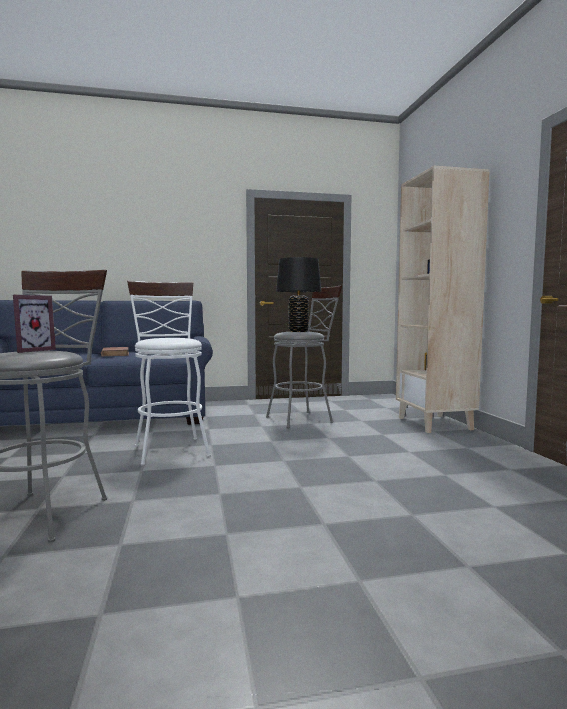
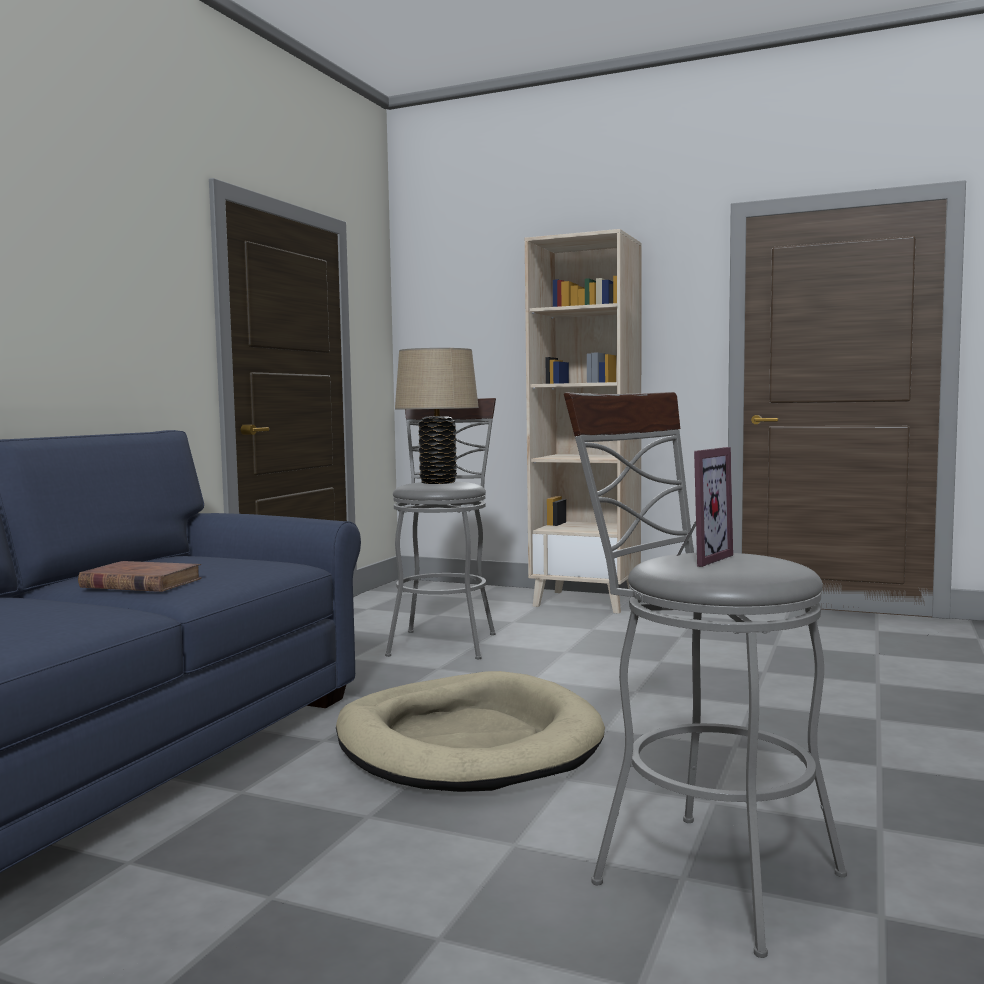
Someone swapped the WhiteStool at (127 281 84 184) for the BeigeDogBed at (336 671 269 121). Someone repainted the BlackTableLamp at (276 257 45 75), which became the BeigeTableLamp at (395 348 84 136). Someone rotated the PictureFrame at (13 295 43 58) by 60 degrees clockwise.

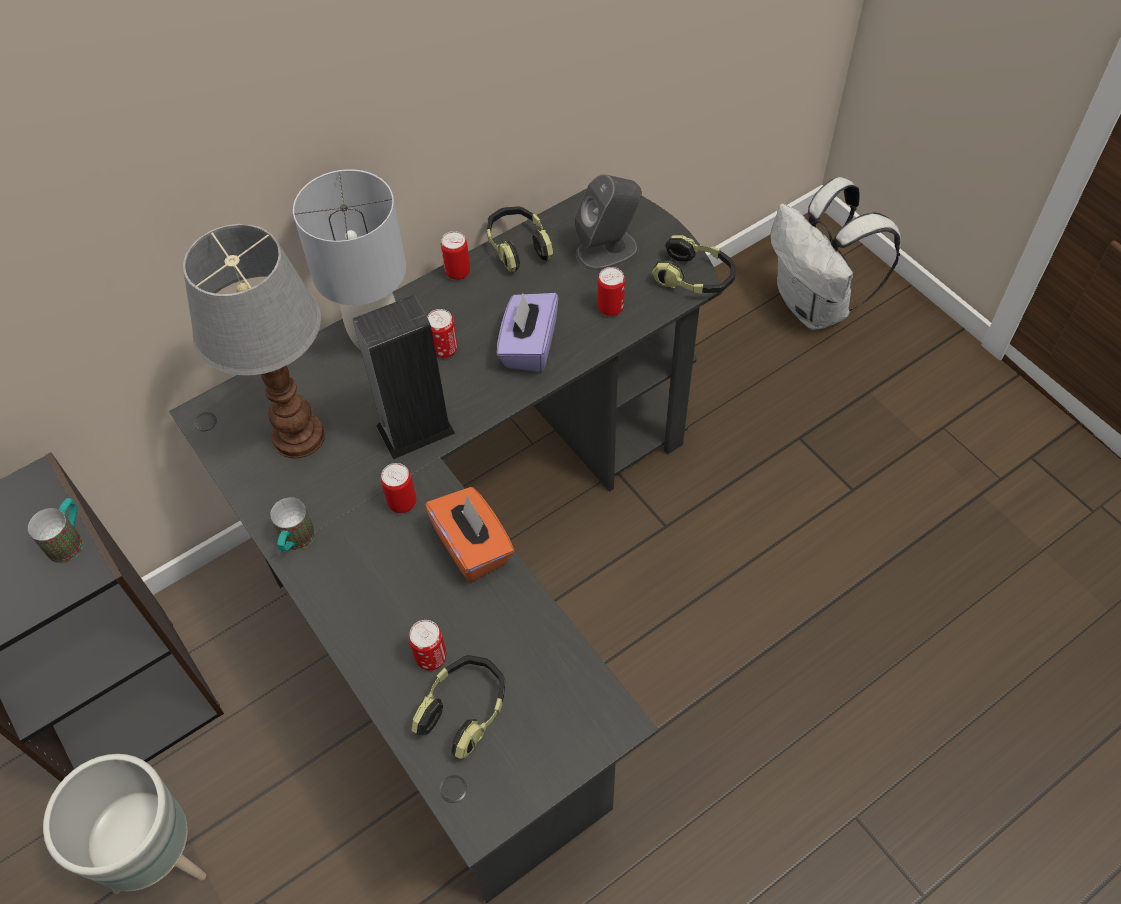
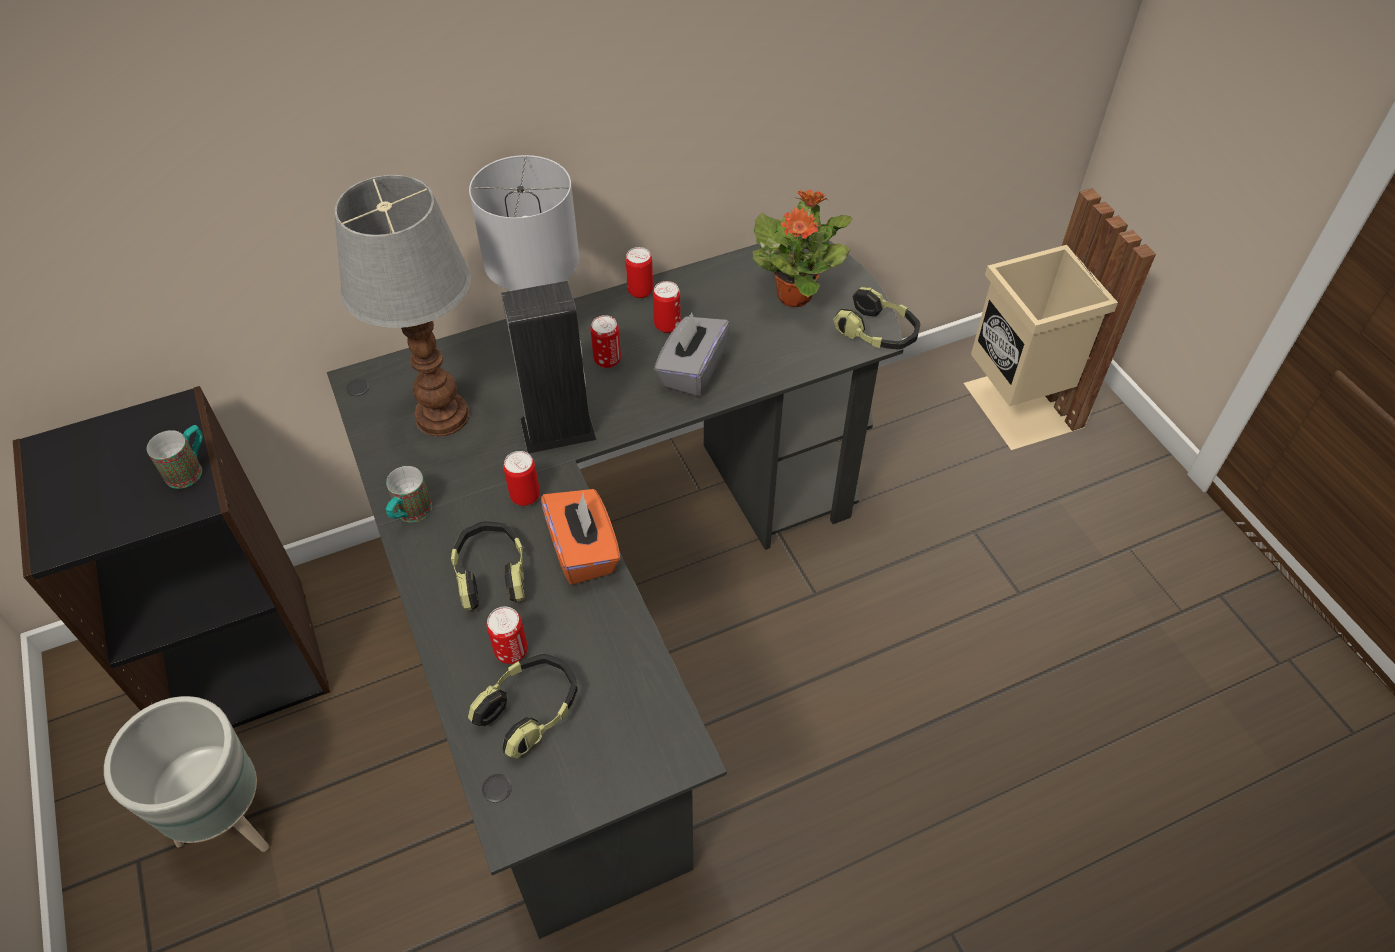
Someone carried the Headphones from (487 206 66 66) to (451 521 74 90). Someone carried the Can from (598 267 27 49) to (653 281 28 52). Someone swapped the GreySpeaker at (574 174 68 97) for the PottedPlant at (752 189 101 118). Someone swapped the WhiteBackpack at (770 177 131 153) for the BeigeTrashCan at (963 188 193 262). Someone repainted the PurpleTissueBox at (497 293 62 79), which became the GreyTissueBox at (654 313 76 84).

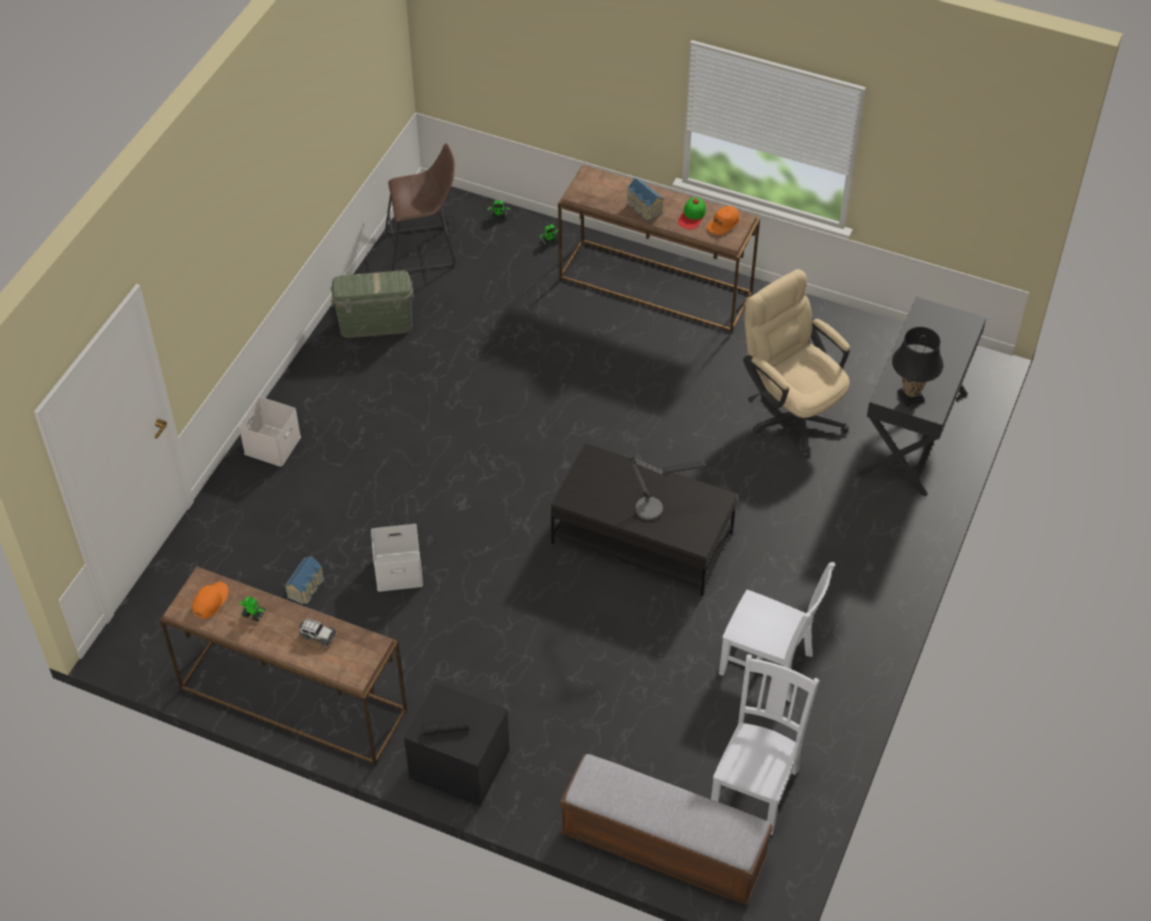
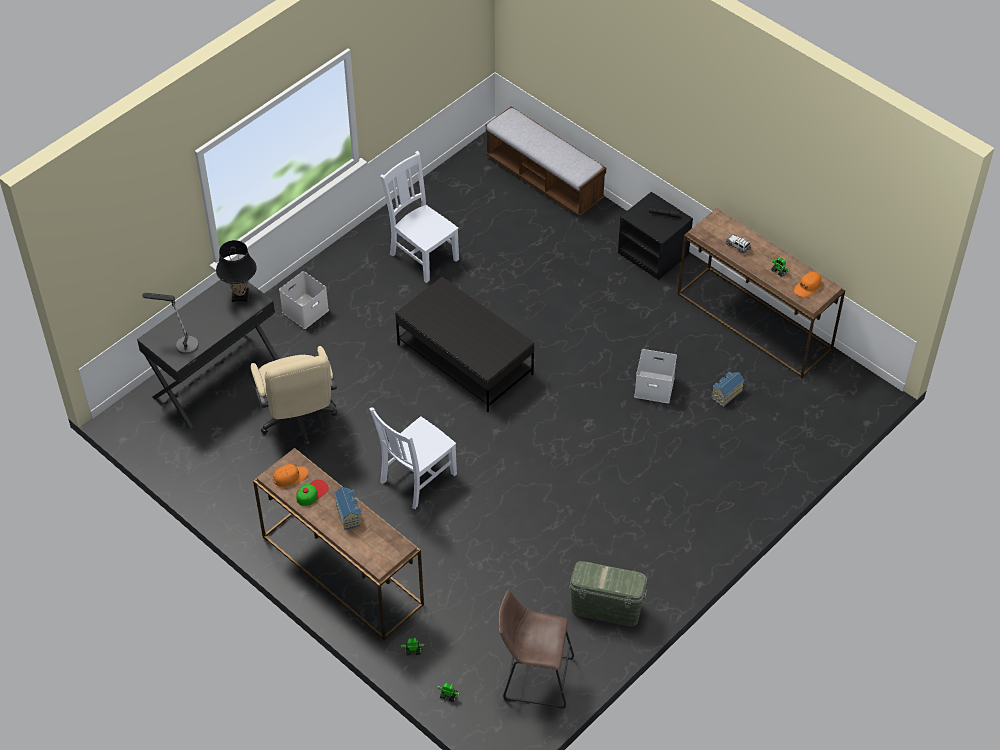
Someone carried the WhiteStorageBox from (239 397 62 70) to (279 271 50 58). Someone carried the TableLamp from (629 456 76 64) to (142 293 57 61). Someone carried the WhiteChair from (711 654 109 181) to (369 407 88 102).

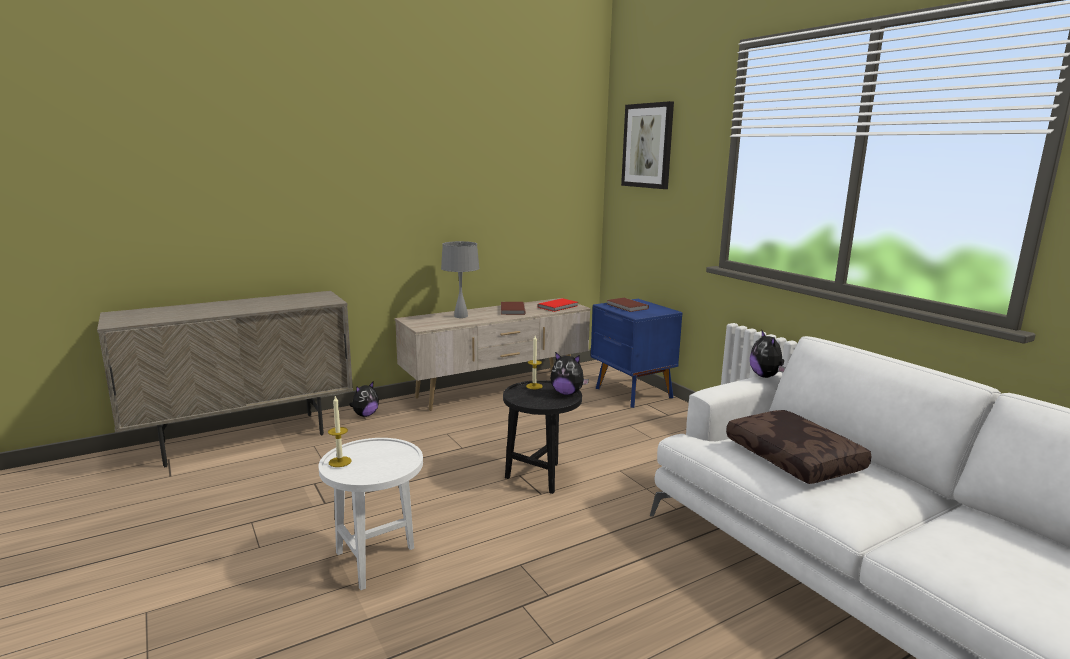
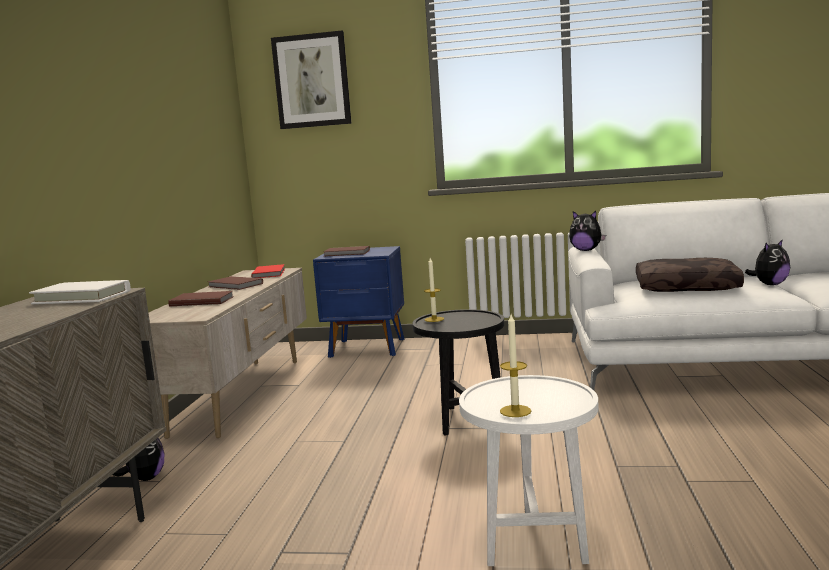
Someone put down the WhiteBook at (29 280 102 24). Someone carried the PlushToy from (550 352 39 43) to (745 239 45 46). Someone swapped the GreyTableLamp at (441 241 38 77) for the BrownBook at (168 291 65 15).

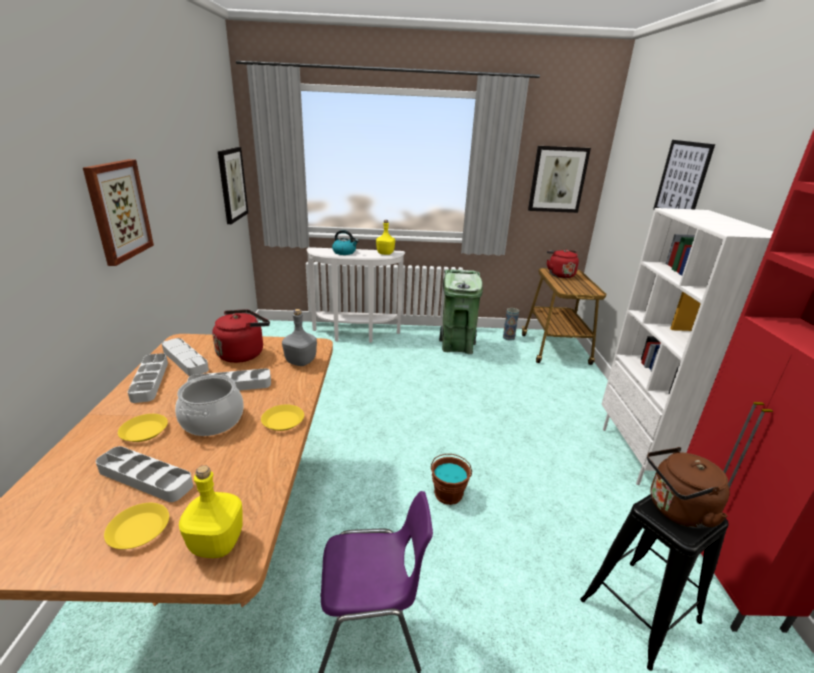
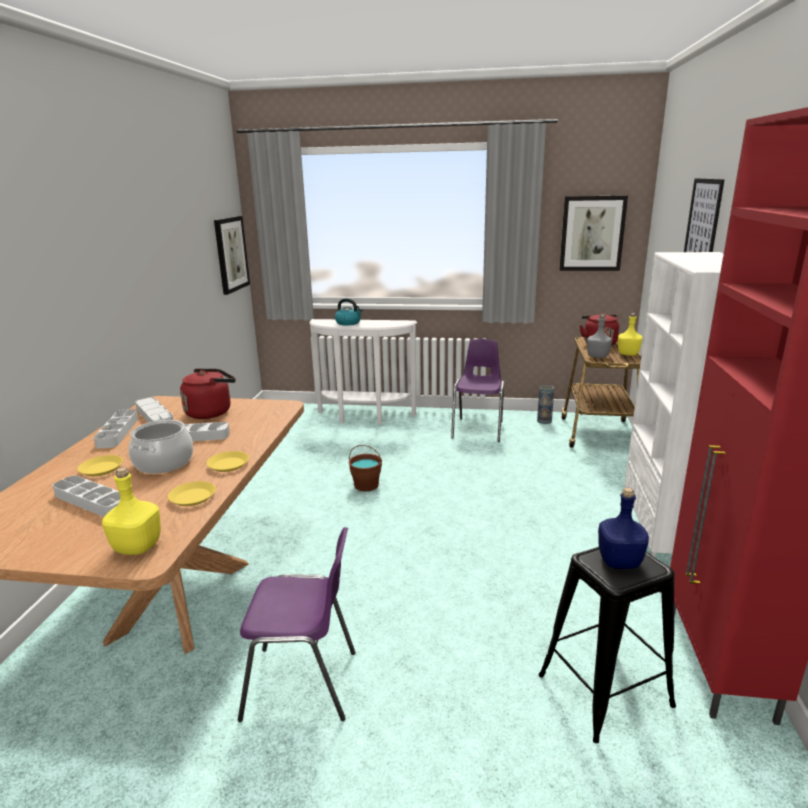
Someone took away the Picture at (83 159 71 107). Someone carried the YellowPlate from (104 503 65 46) to (168 481 48 25). Someone carried the GreyBottle from (282 309 35 57) to (587 315 25 43). Someone carried the YellowBottle from (376 220 19 35) to (618 313 24 43). Someone carried the BrownBucket from (431 454 41 51) to (349 445 33 47). Someone swapped the GreenTrashCan at (439 270 44 84) for the PurpleChair at (451 339 53 103). Someone swapped the BrownKettle at (647 447 83 81) for the BlueBottle at (598 488 51 81).

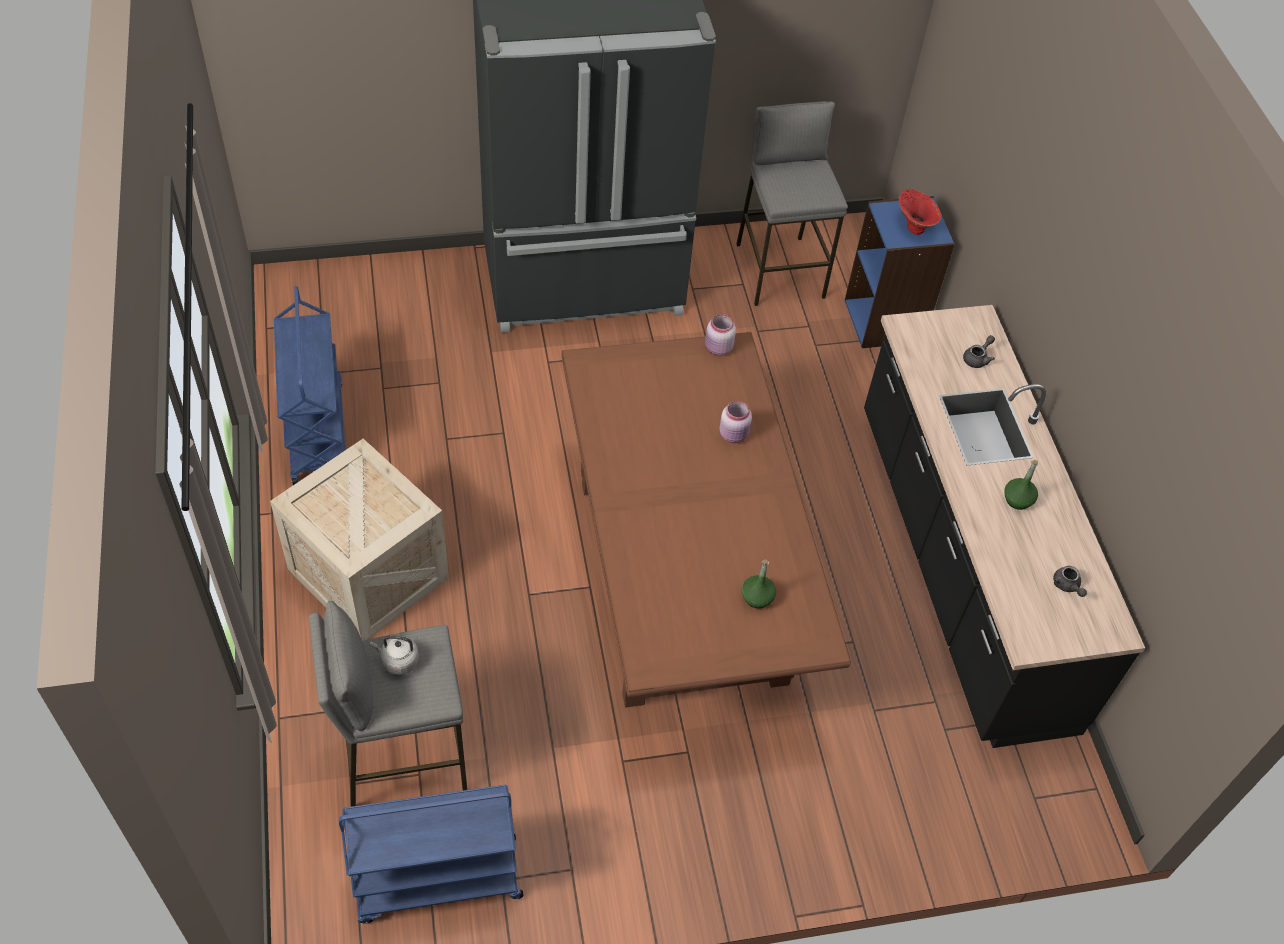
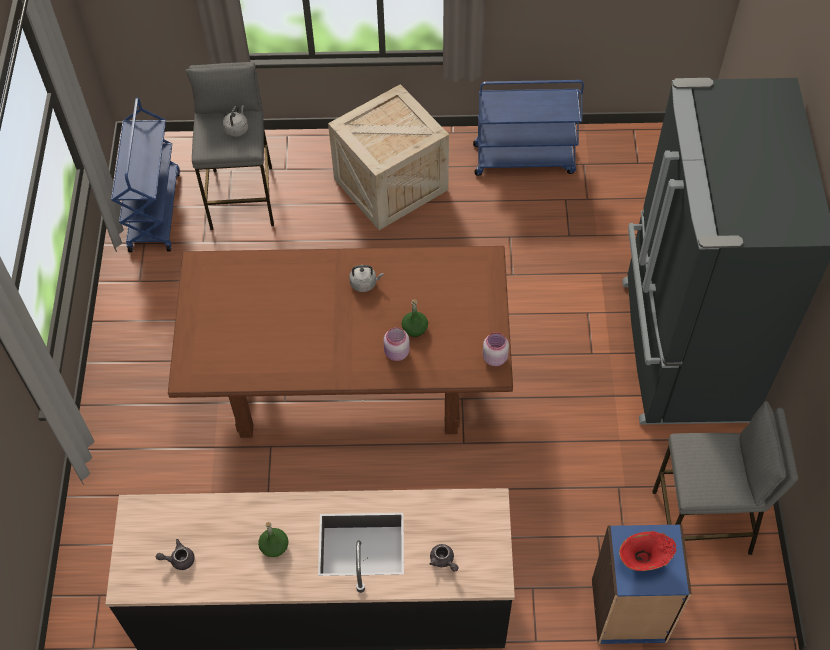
Someone put down the GreyKettle at (349 265 35 27). Someone carried the GreenBottle from (742 559 34 50) to (402 299 26 38).

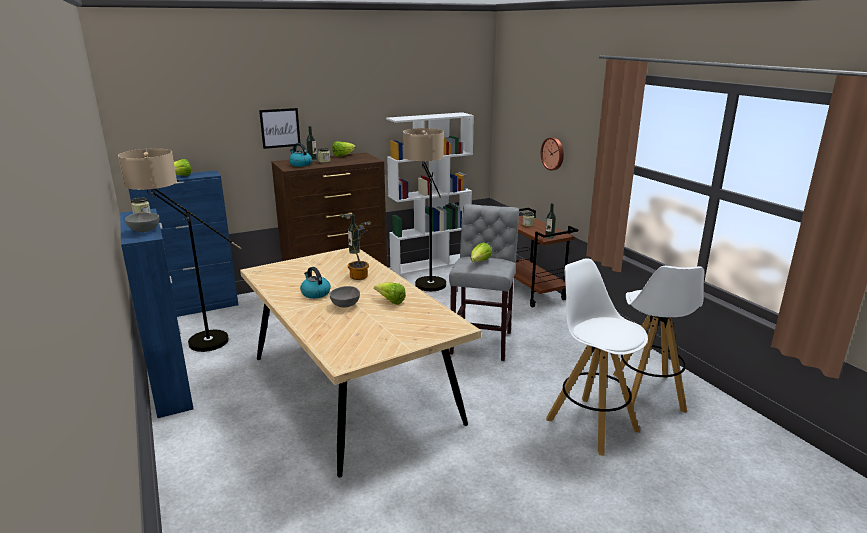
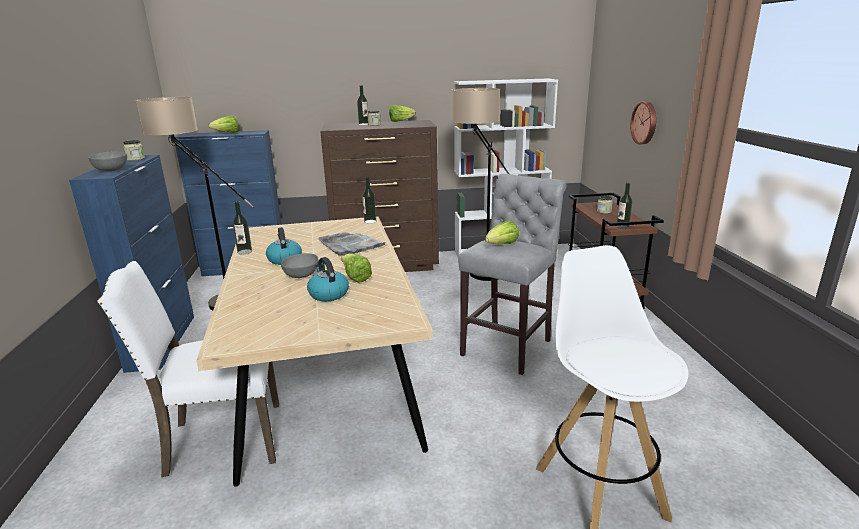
Someone took away the Picture at (259 108 41 41). Someone took away the WhiteStool at (613 266 92 147). Someone put down the WhiteChair at (97 261 182 216). Someone put down the Bottle at (233 201 19 53). Someone carried the Kettle from (289 143 23 24) to (307 257 42 44). Someone swapped the PottedPlant at (340 214 31 66) for the GreyTray at (318 232 67 24).

